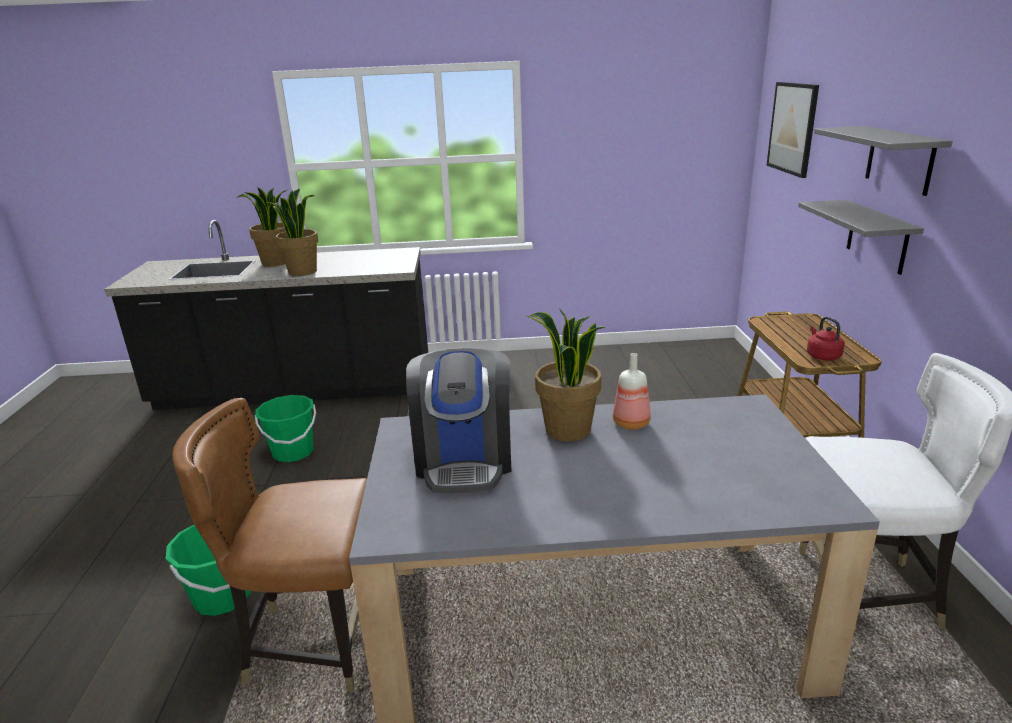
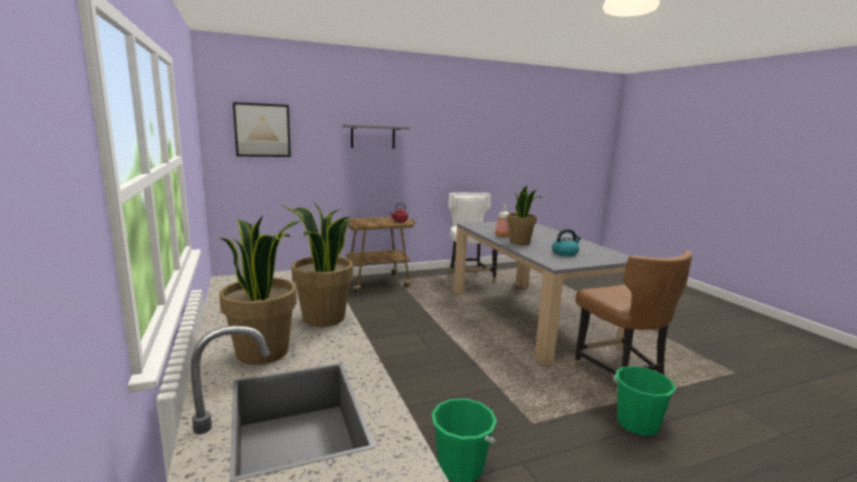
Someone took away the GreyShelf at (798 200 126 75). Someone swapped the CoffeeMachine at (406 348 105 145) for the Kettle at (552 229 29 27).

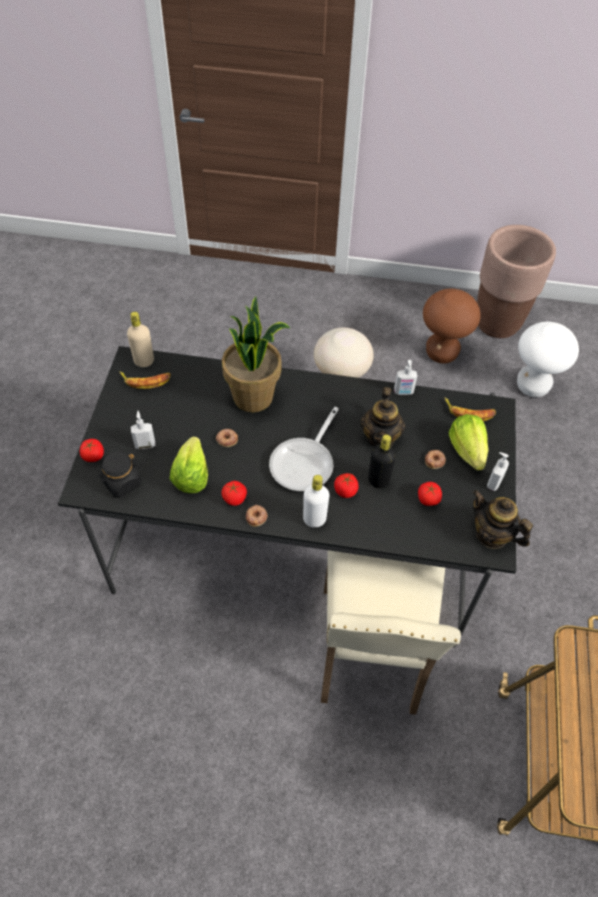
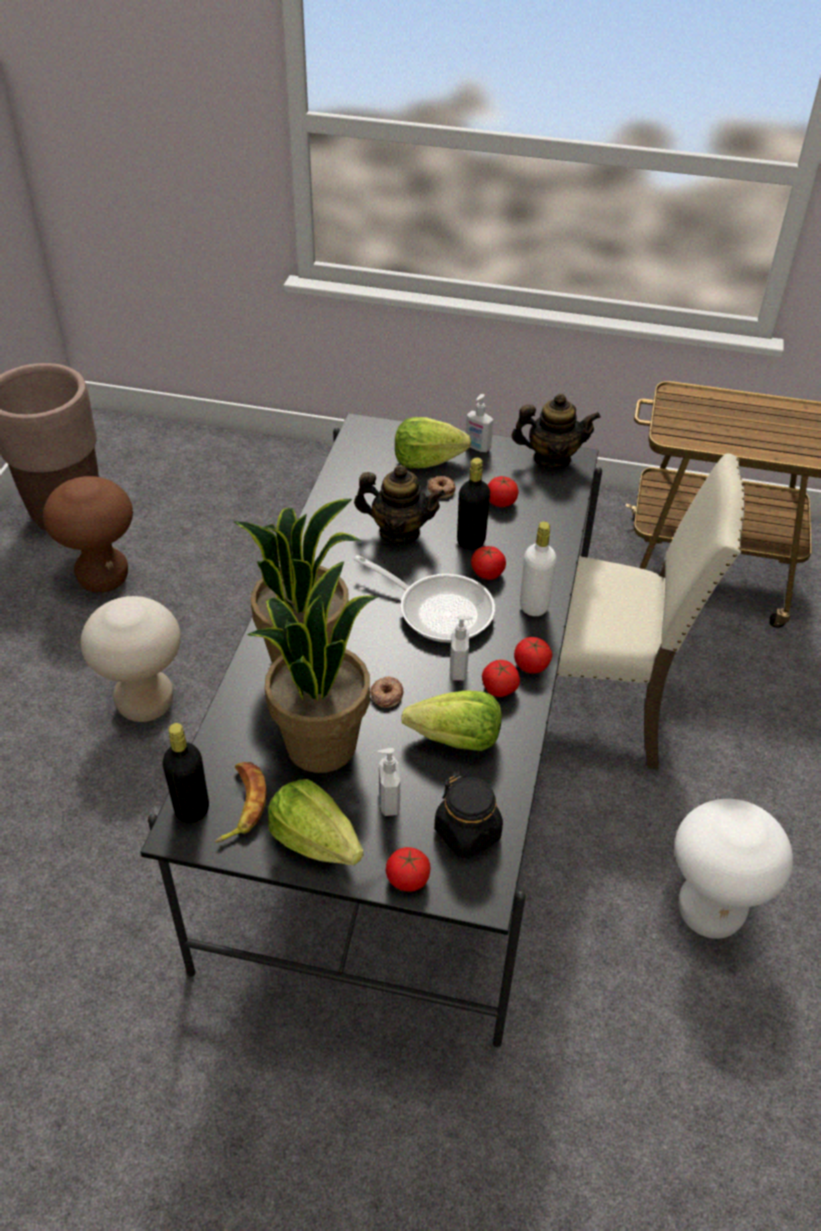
Someone took away the Banana at (444 397 52 24). Someone put down the PottedPlant at (247 562 130 211). Someone put down the Lettuce at (268 779 95 86). Someone carried the SoapDispenser from (394 360 23 35) to (450 615 23 66). Someone carried the WhiteStool from (517 322 62 75) to (675 799 118 140). Someone swapped the Donut at (246 505 22 22) for the Tomato at (514 637 38 37). Someone repainted the BeigeBottle at (127 312 27 55), which became the BlackBottle at (163 723 46 100). Someone rotated the Teapot at (472 490 61 59) by 135 degrees counterclockwise.

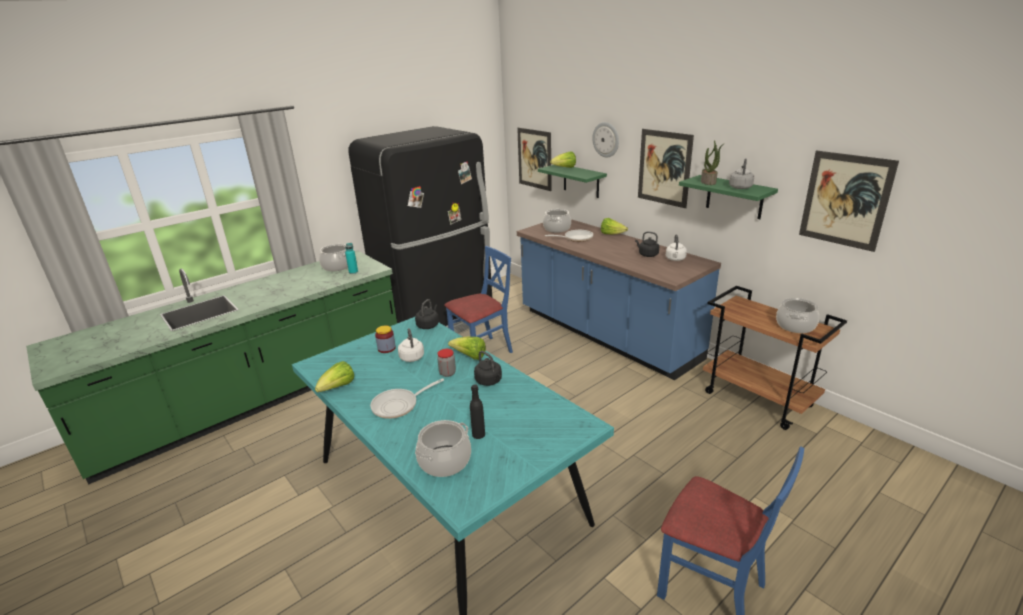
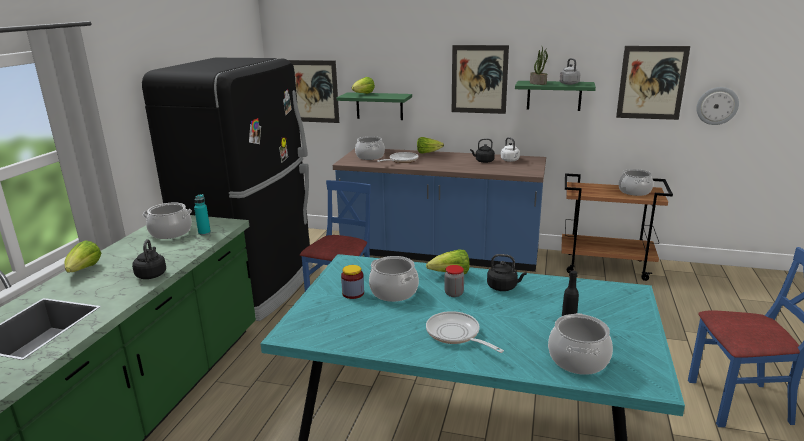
Someone carried the Lettuce from (315 361 39 31) to (65 240 36 33). Someone carried the BlackKettle from (415 299 24 30) to (132 239 34 40). Someone carried the WallClock from (592 122 27 36) to (696 87 43 38). Someone swapped the WhiteKettle at (398 328 26 34) for the CookingPot at (369 256 50 46). Someone rotated the FryingPan at (370 378 74 41) by 120 degrees clockwise.

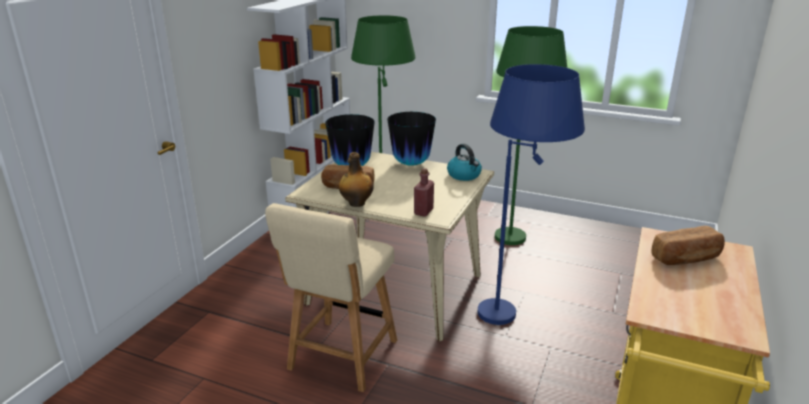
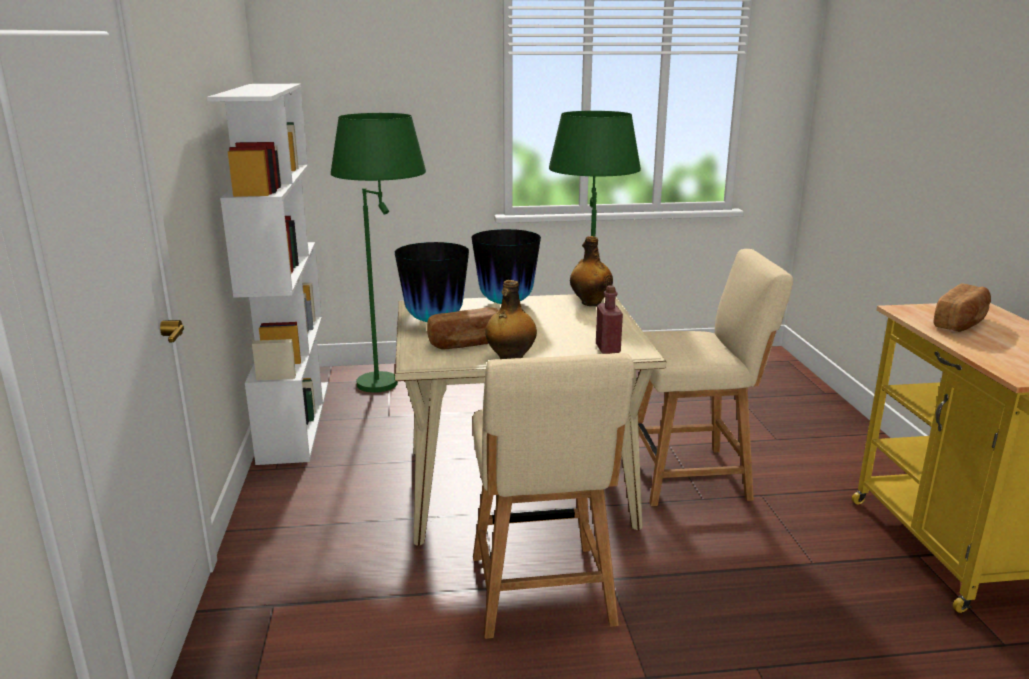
Someone swapped the Kettle at (447 144 35 37) for the Bottle at (570 236 43 70). Someone swapped the BlueFloorLamp at (478 64 107 261) for the BeigeChair at (638 249 155 257).

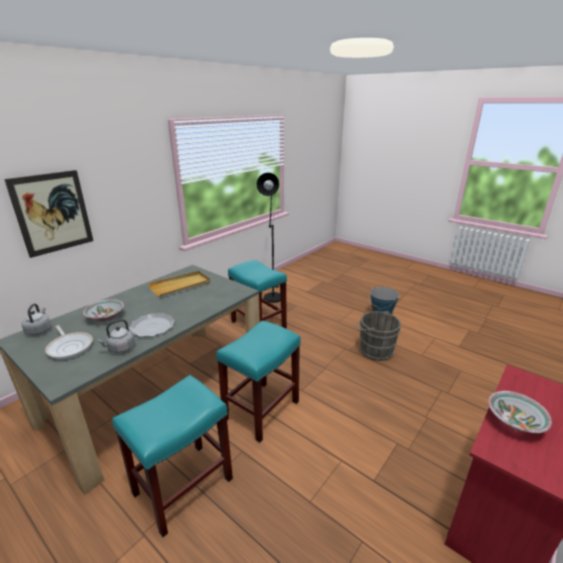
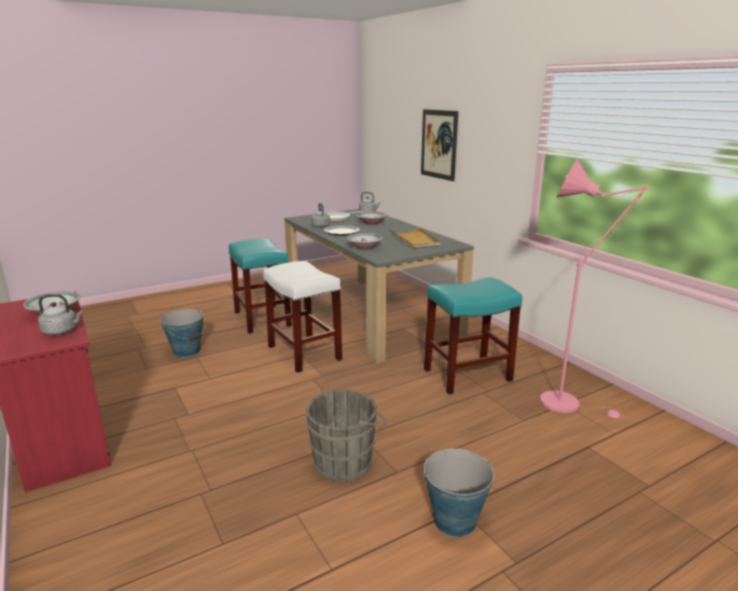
Someone put down the GreyKettle at (38 294 45 41). Someone put down the Bucket at (160 309 46 49). Someone put down the Bowl at (346 233 37 17). Someone repainted the TurquoiseStool at (216 321 85 122), which became the WhiteStool at (263 261 79 113). Someone repainted the BlackFloorLamp at (256 172 25 131), which became the PinkFloorLamp at (540 158 109 260).

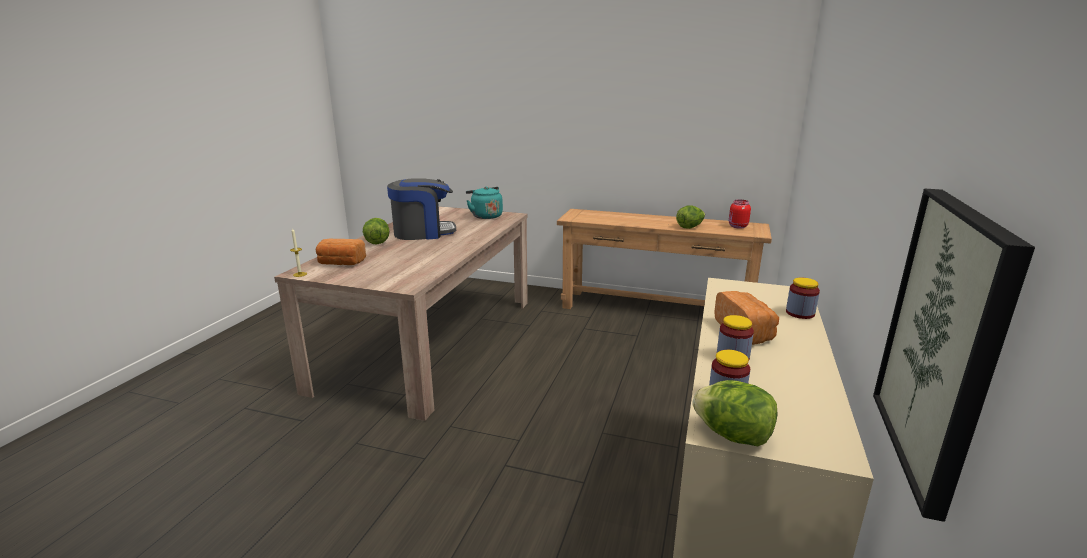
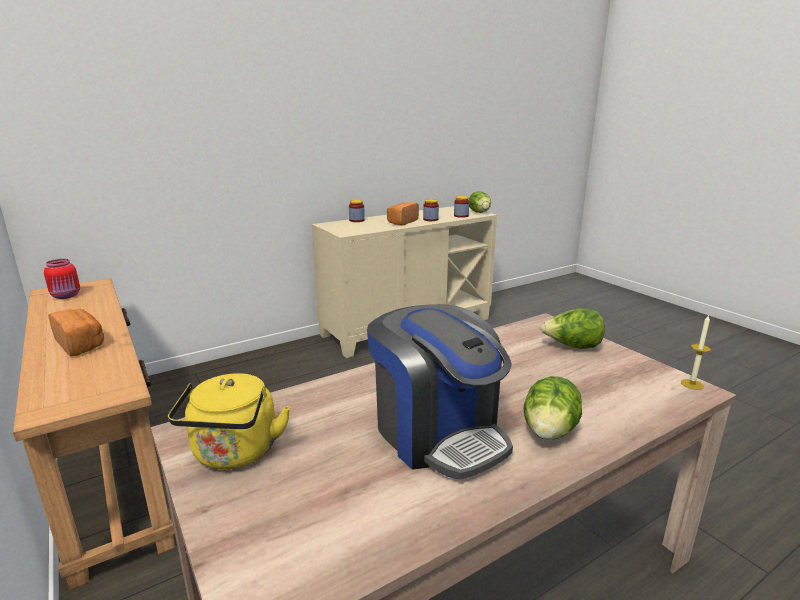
Someone took away the Picture at (873 189 162 333). Someone carried the Bread from (315 239 51 26) to (49 309 55 47). Someone carried the Lettuce from (676 205 29 24) to (541 308 64 41). Someone repainted the TurquoiseKettle at (466 186 37 33), which became the YellowKettle at (168 373 123 97). Someone rotated the CoffeeMachine at (387 178 69 62) by 150 degrees counterclockwise.

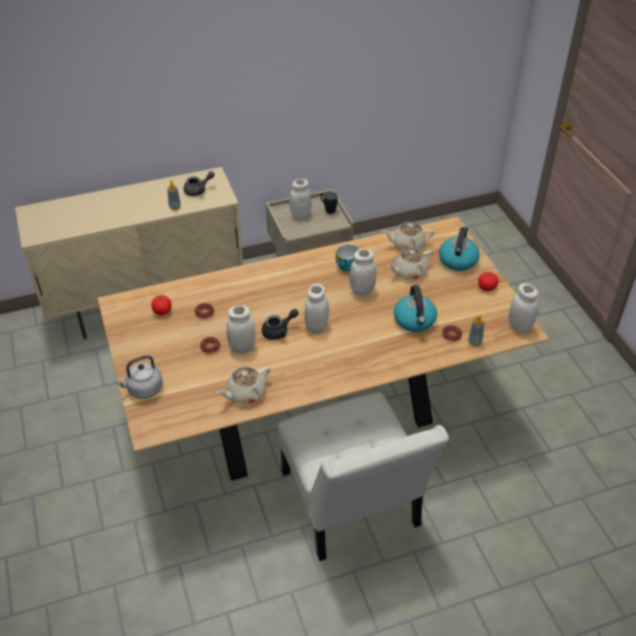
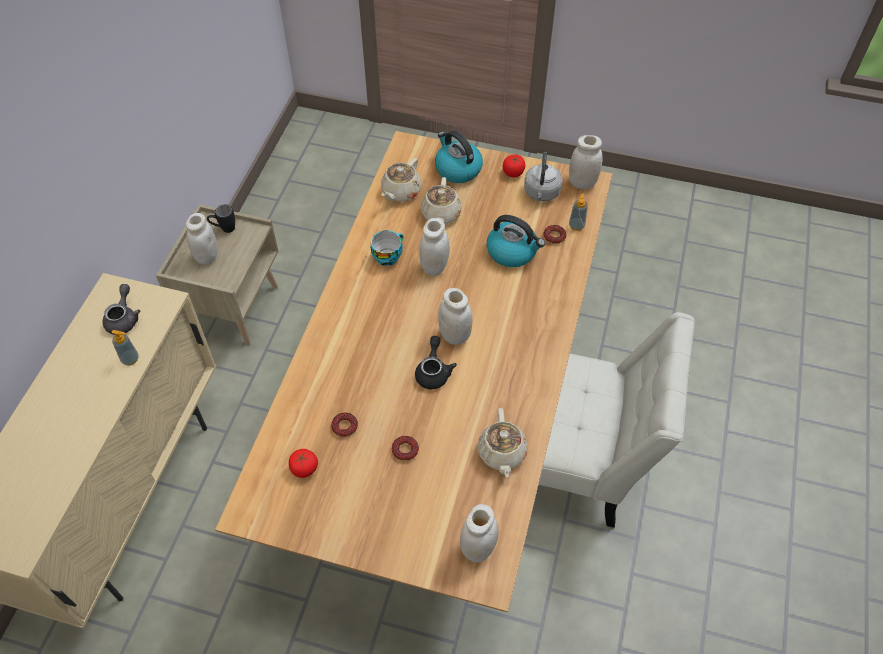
Someone carried the GreyKettle from (113 355 50 44) to (524 152 39 49). Someone carried the WhiteJar from (227 305 29 48) to (460 504 38 59).

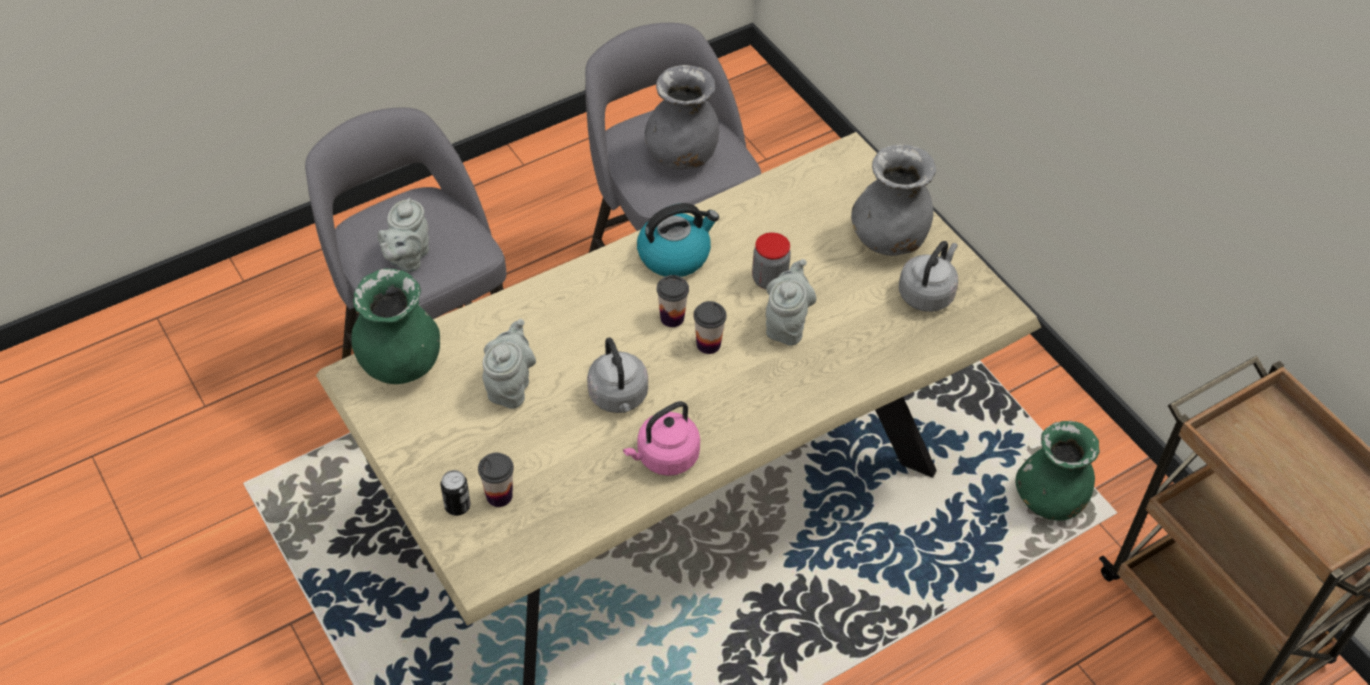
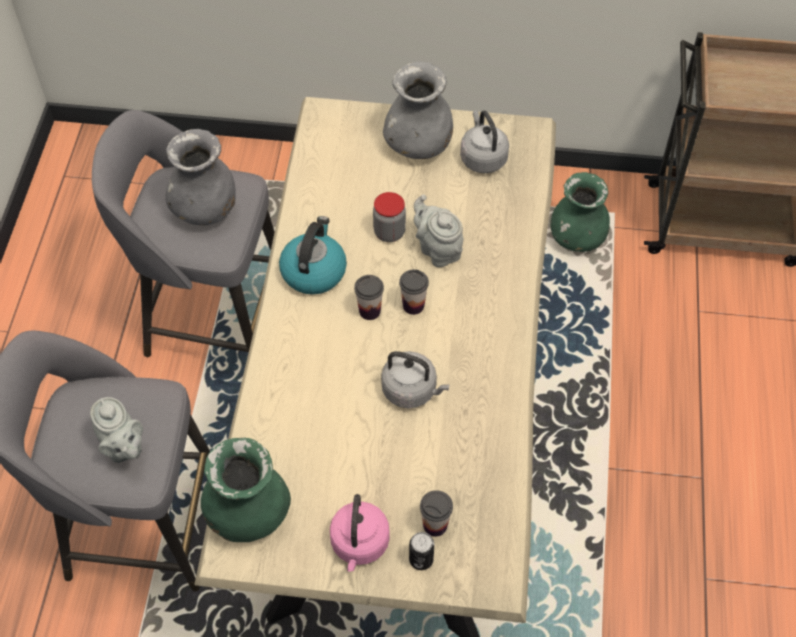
Someone took away the GreyTeapot at (482 319 54 90). Someone carried the PinkKettle from (623 401 77 75) to (330 494 60 77).

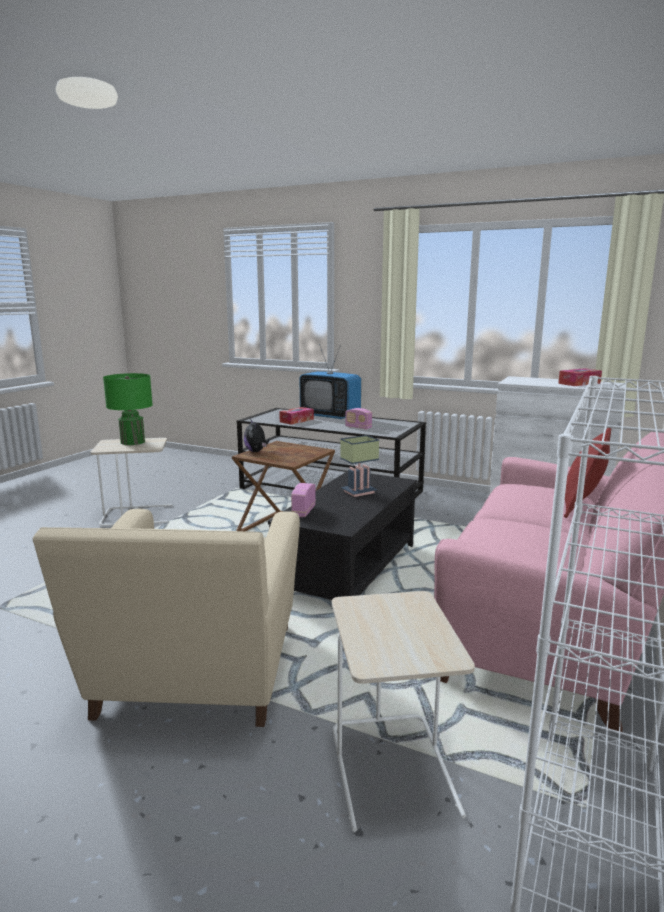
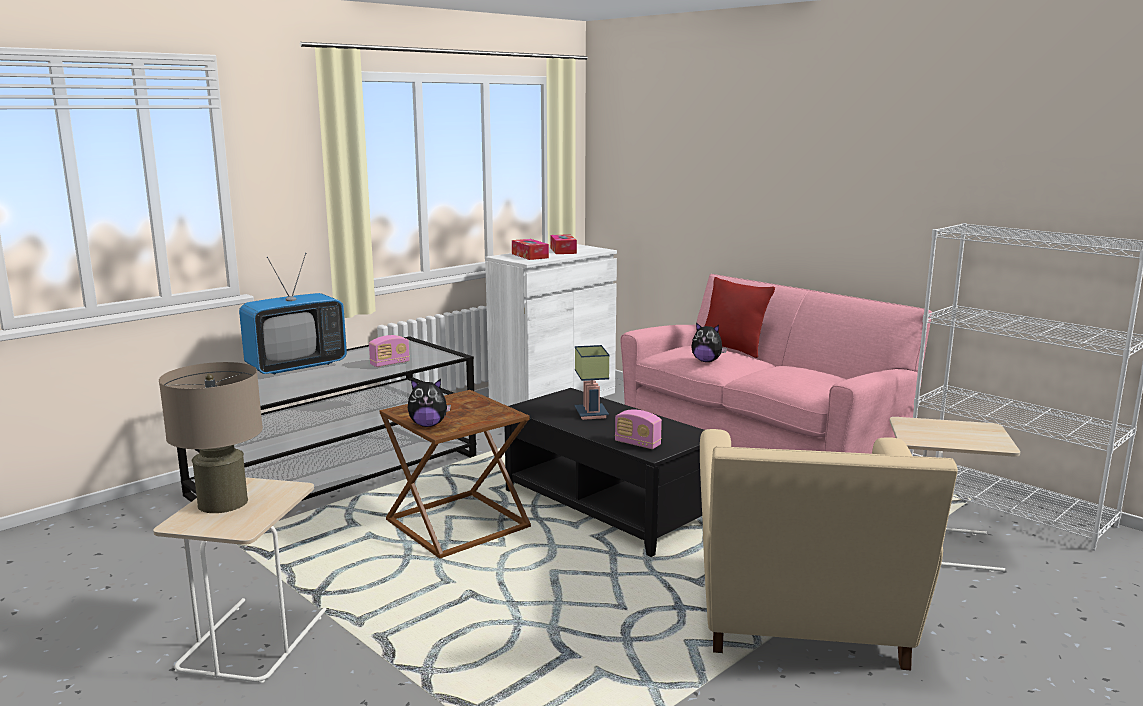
Someone put down the PlushToy at (691 323 36 39). Someone carried the TissueBox from (279 407 35 18) to (512 239 37 21). Someone repainted the GreenTableLamp at (103 373 50 72), which became the BeigeTableLamp at (159 362 104 151). Someone rotated the BeigeArmchair at (33 509 267 218) by 75 degrees clockwise.

